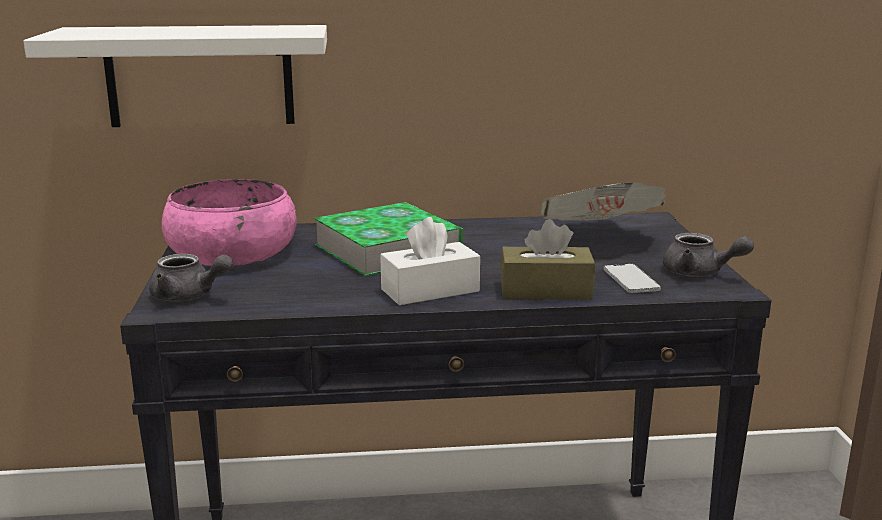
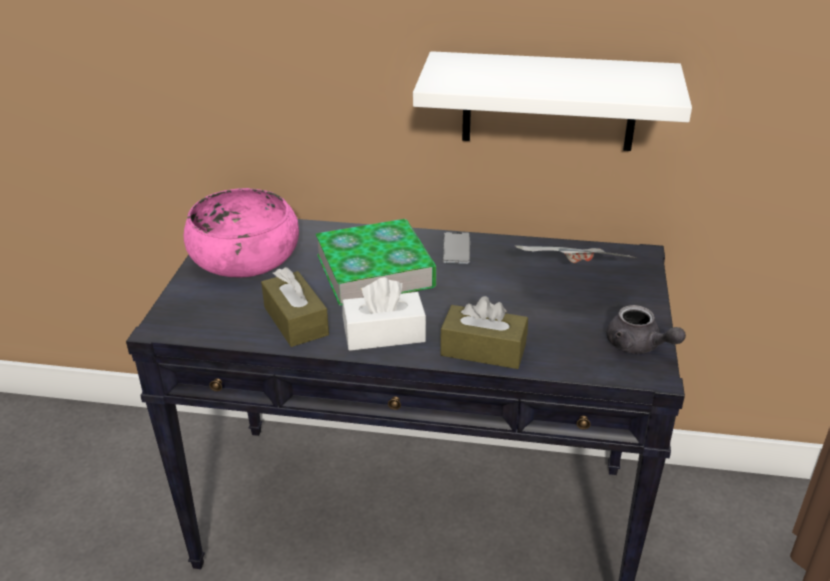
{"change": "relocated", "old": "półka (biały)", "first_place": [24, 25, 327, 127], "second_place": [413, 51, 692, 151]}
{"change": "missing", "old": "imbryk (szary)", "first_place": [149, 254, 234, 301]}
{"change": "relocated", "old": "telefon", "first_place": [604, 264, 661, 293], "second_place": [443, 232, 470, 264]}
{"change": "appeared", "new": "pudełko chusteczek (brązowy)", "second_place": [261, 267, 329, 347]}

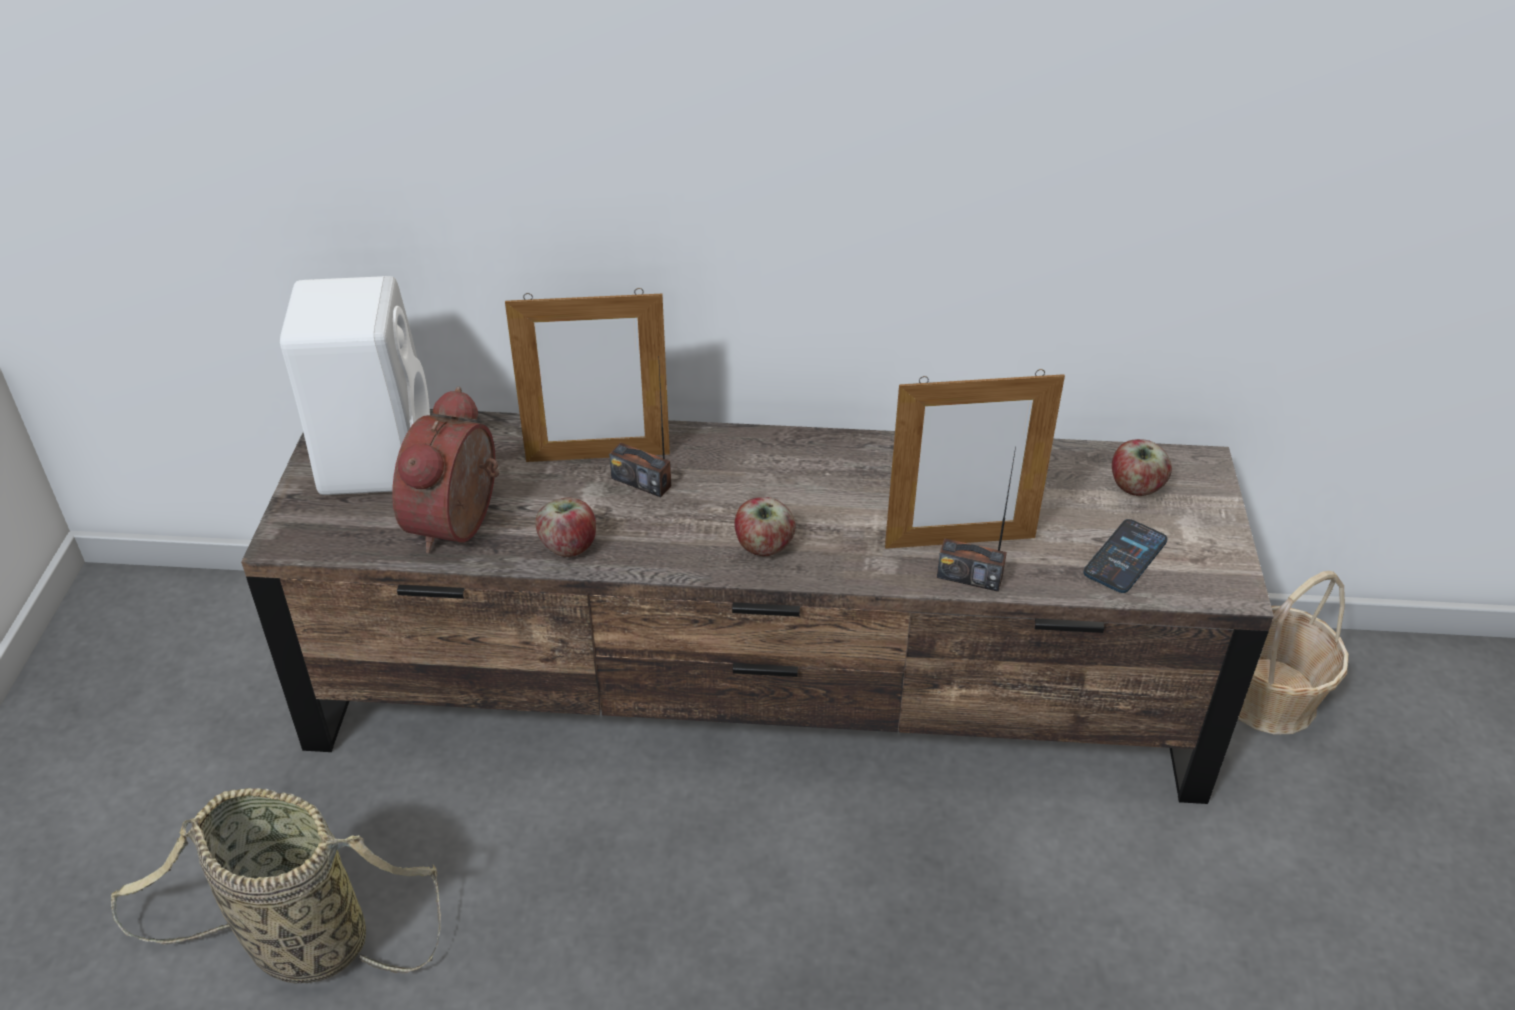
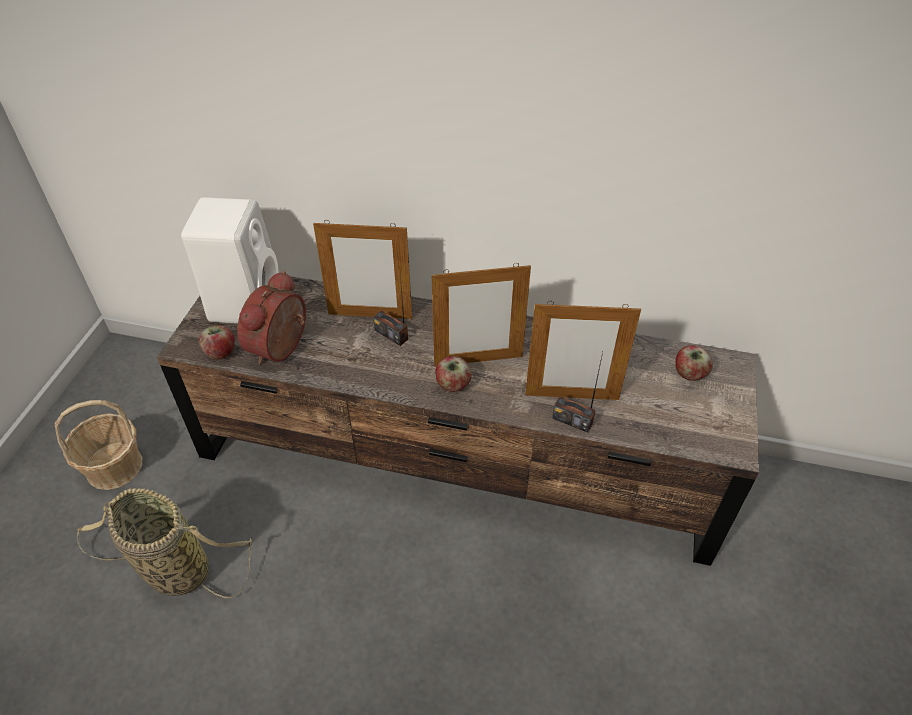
{"change": "relocated", "old": "jabłko", "first_place": [535, 498, 596, 557], "second_place": [199, 325, 235, 359]}
{"change": "missing", "old": "telefon", "first_place": [1083, 519, 1168, 593]}
{"change": "relocated", "old": "koszyk", "first_place": [1238, 571, 1349, 735], "second_place": [55, 400, 142, 490]}
{"change": "appeared", "new": "ramka na zdjęcie", "second_place": [432, 263, 531, 366]}

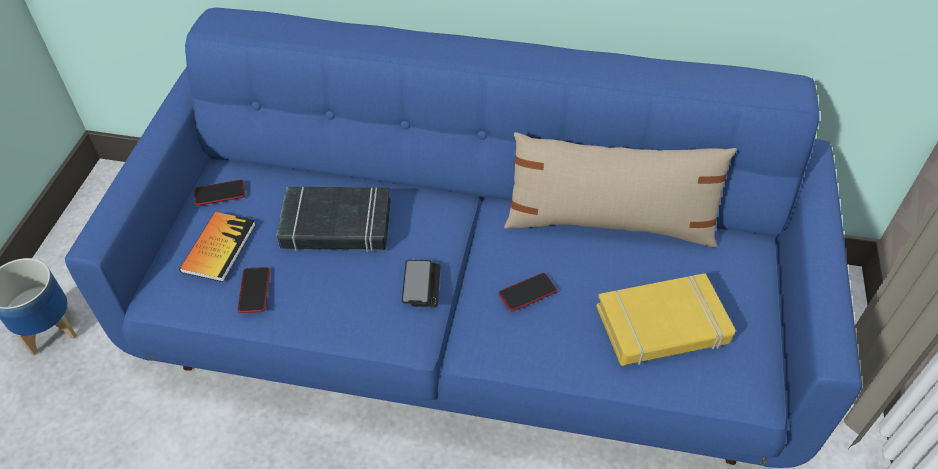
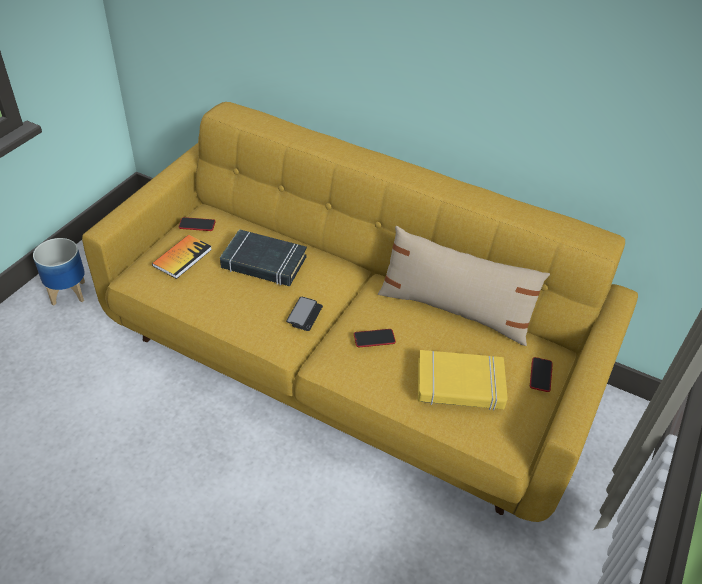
{"change": "colour", "old": "kanapa (niebieski)", "new": "kanapa (żółty)", "first_place": [65, 7, 862, 468], "second_place": [82, 102, 638, 522]}
{"change": "relocated", "old": "telefon", "first_place": [237, 267, 270, 313], "second_place": [530, 357, 553, 392]}

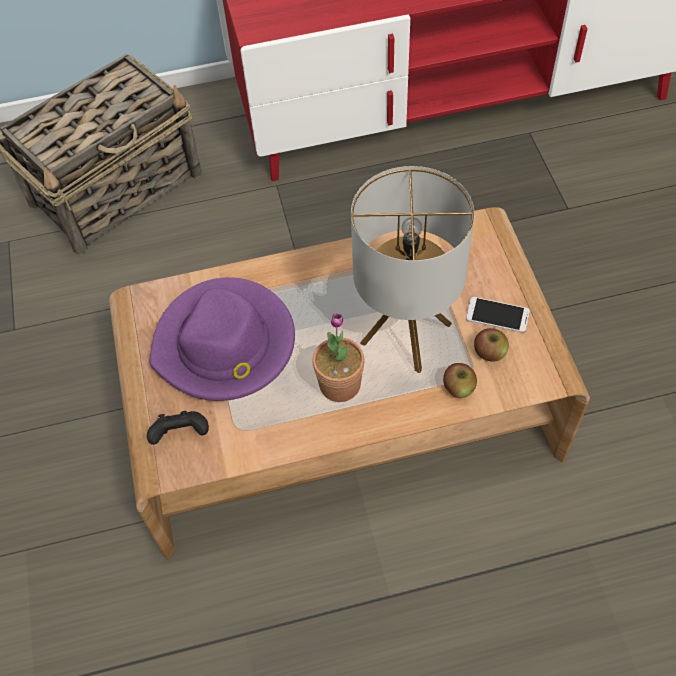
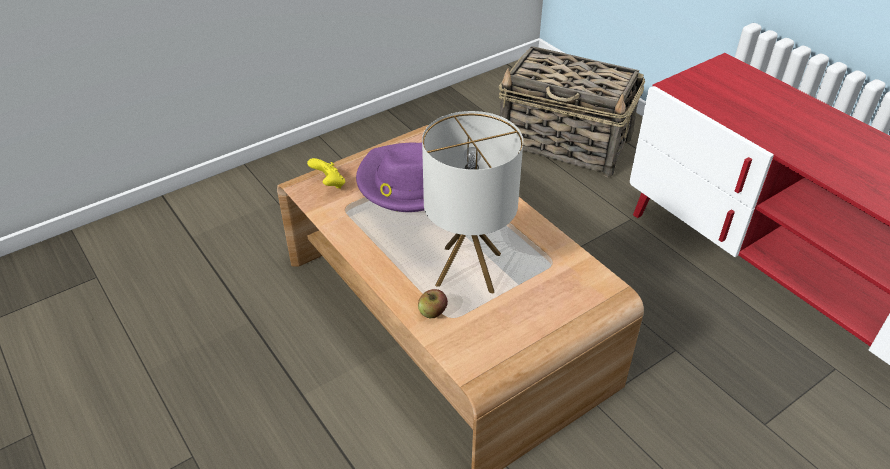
{"change": "colour", "old": "pad do gier (czarny)", "new": "pad do gier (żółty)", "first_place": [147, 411, 209, 445], "second_place": [307, 158, 345, 189]}
{"change": "missing", "old": "roślina doniczkowa", "first_place": [312, 313, 365, 402]}
{"change": "missing", "old": "telefon", "first_place": [466, 297, 530, 333]}
{"change": "missing", "old": "jabłko", "first_place": [474, 328, 509, 362]}

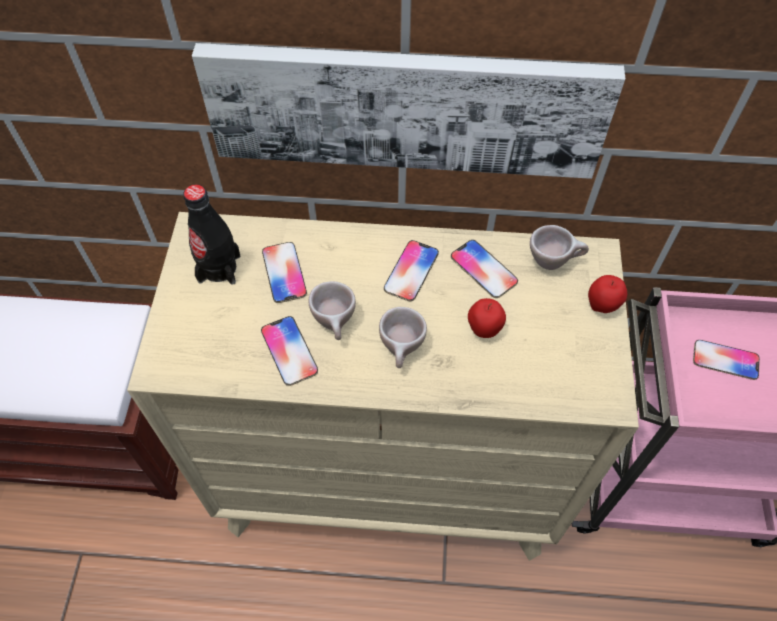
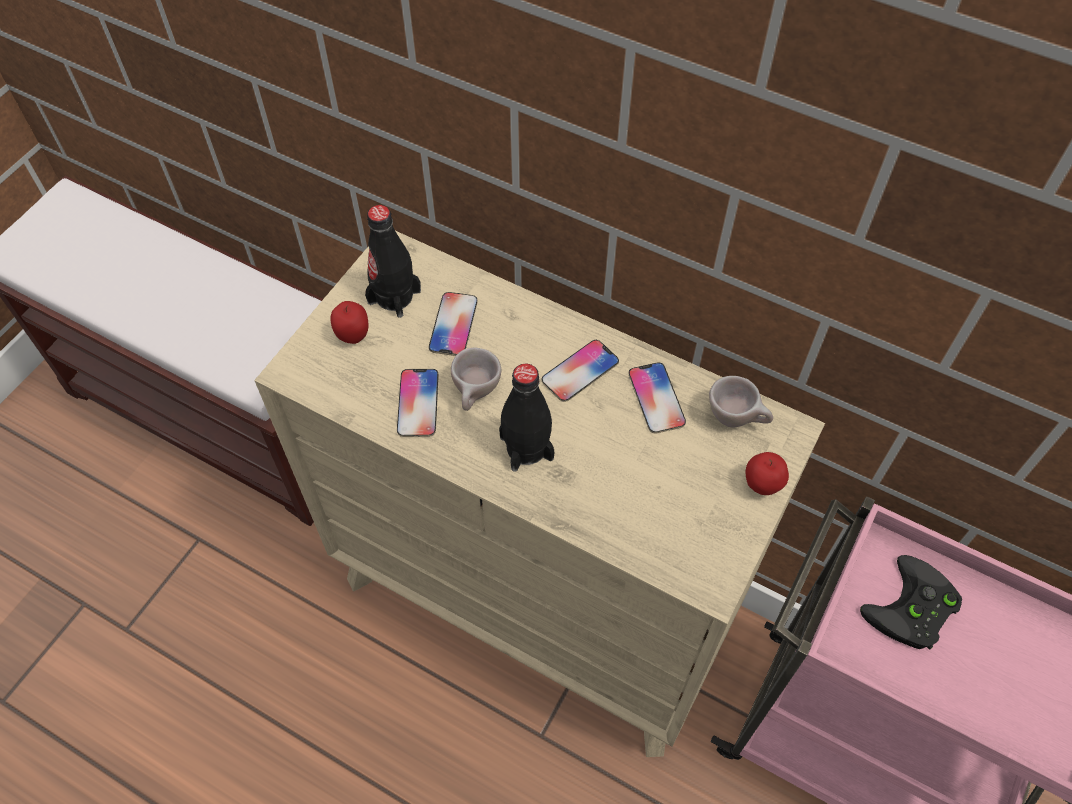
{"change": "missing", "old": "obraz", "first_place": [192, 43, 626, 179]}
{"change": "exchanged", "old": "filiżanka (beżowy)", "new": "butelka (czarny)", "first_place": [379, 307, 427, 368], "second_place": [499, 363, 555, 472]}
{"change": "relocated", "old": "jabłko", "first_place": [468, 298, 506, 338], "second_place": [330, 301, 369, 344]}
{"change": "exchanged", "old": "telefon", "new": "pad do gier (czarny)", "first_place": [693, 340, 760, 380], "second_place": [860, 555, 962, 650]}

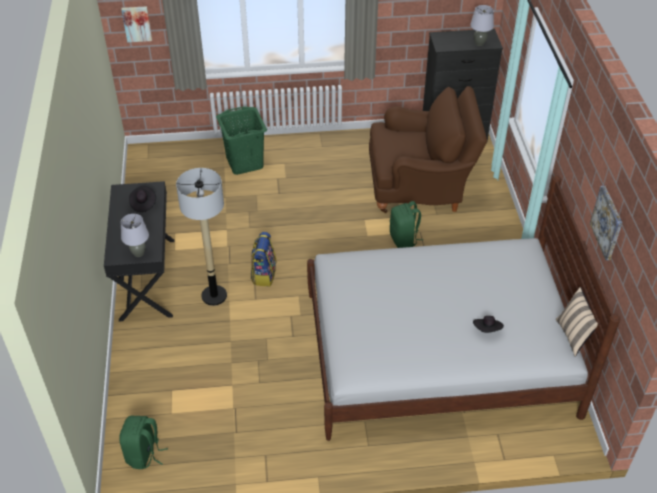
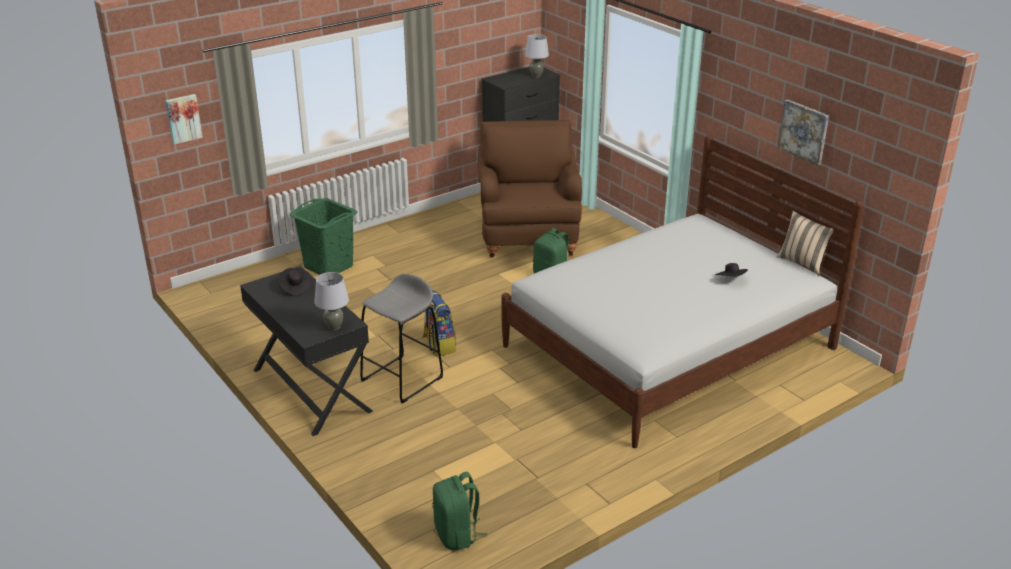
{"change": "exchanged", "old": "lampa stojąca", "new": "stołek (szary)", "first_place": [176, 168, 227, 306], "second_place": [360, 274, 443, 404]}
{"change": "spun", "old": "fotel (brązowy)", "first_place": [369, 86, 487, 213], "second_place": [478, 120, 582, 257], "degrees": -60}

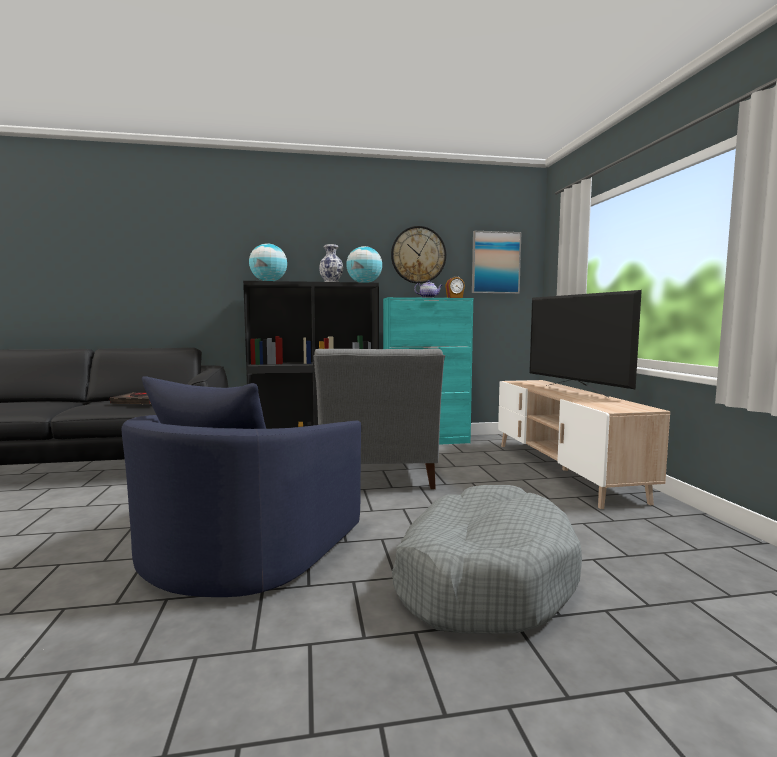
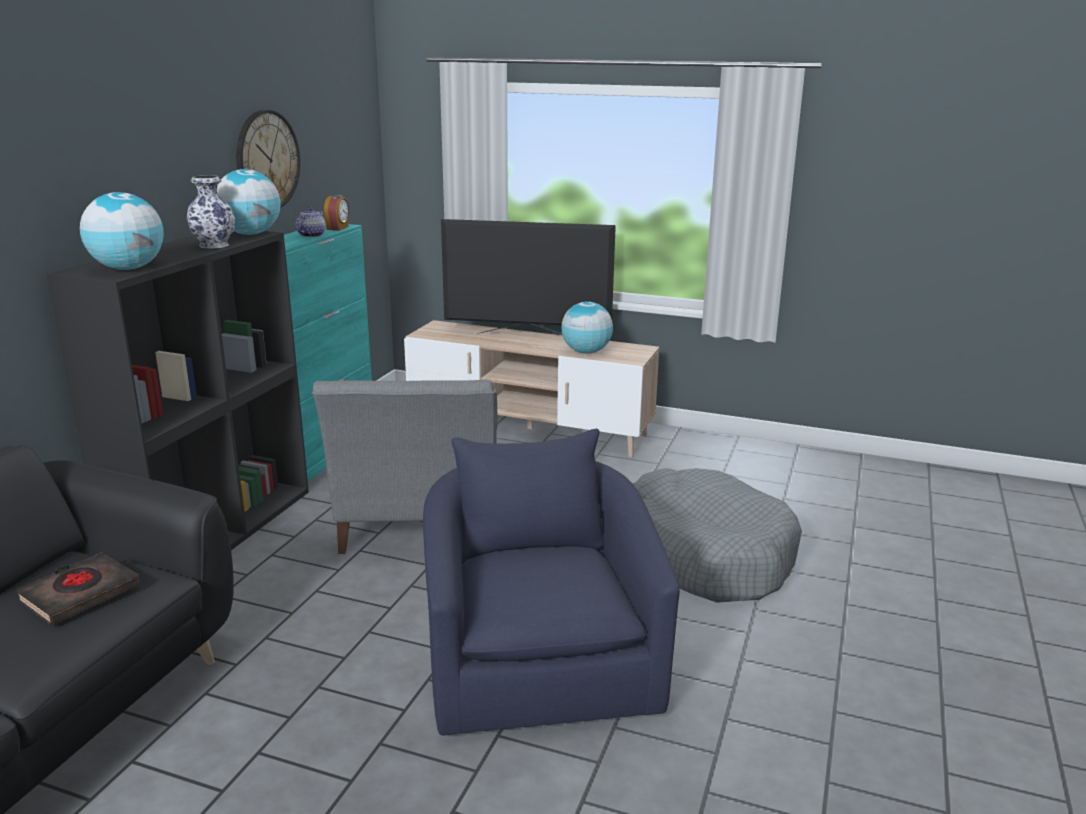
{"change": "spun", "old": "fotel (niebieski)", "first_place": [121, 376, 361, 597], "second_place": [423, 429, 680, 735], "degrees": -150}
{"change": "spun", "old": "fotel (szary)", "first_place": [313, 349, 445, 489], "second_place": [311, 380, 497, 554], "degrees": 60}
{"change": "missing", "old": "obraz", "first_place": [472, 231, 522, 294]}
{"change": "appeared", "new": "globus", "second_place": [561, 302, 613, 354]}

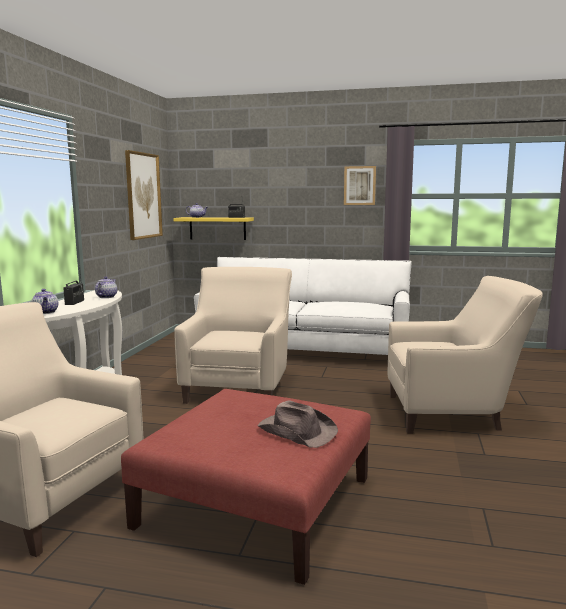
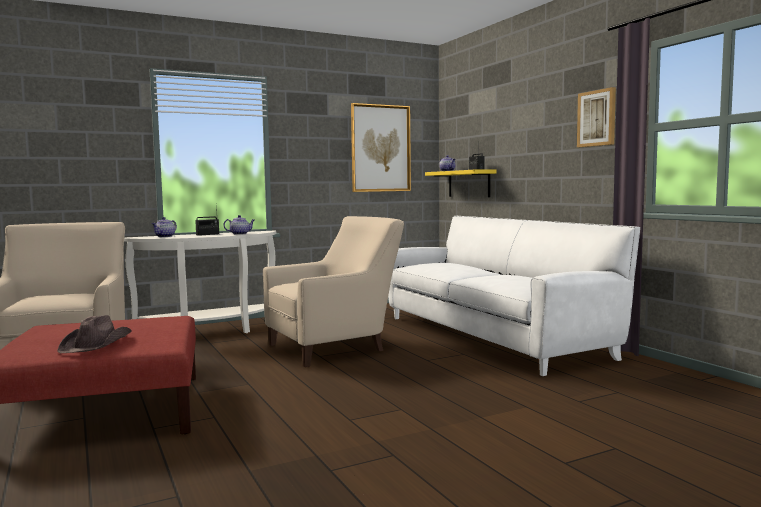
{"change": "missing", "old": "fotel (beżowy)", "first_place": [387, 276, 543, 434]}

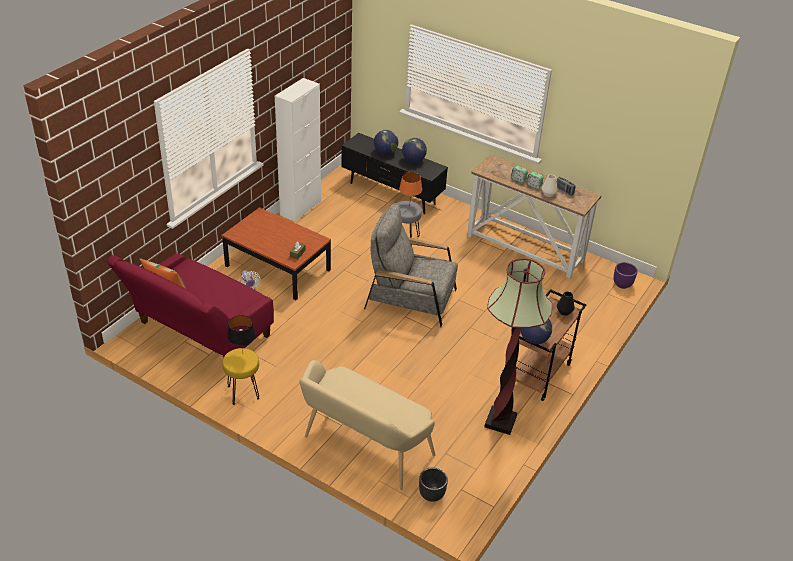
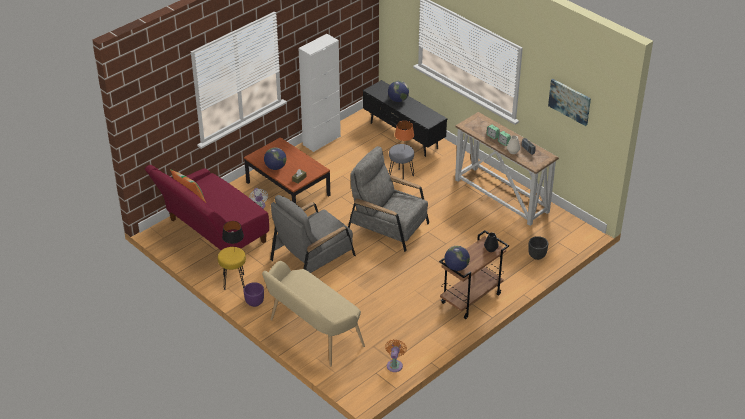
{"change": "relocated", "old": "globus", "first_place": [402, 138, 427, 163], "second_place": [264, 148, 286, 170]}
{"change": "relocated", "old": "donica (czarny)", "first_place": [419, 467, 448, 502], "second_place": [528, 236, 548, 260]}
{"change": "missing", "old": "lampa stojąca", "first_place": [484, 258, 553, 435]}
{"change": "relocated", "old": "donica (fioletowy)", "first_place": [614, 262, 638, 289], "second_place": [243, 282, 264, 307]}
{"change": "appeared", "new": "fotel (szary)", "second_place": [270, 195, 356, 273]}
{"change": "appeared", "new": "wentylator (pomarańczowy)", "second_place": [385, 339, 407, 372]}
{"change": "appeared", "new": "obraz", "second_place": [548, 79, 591, 126]}

